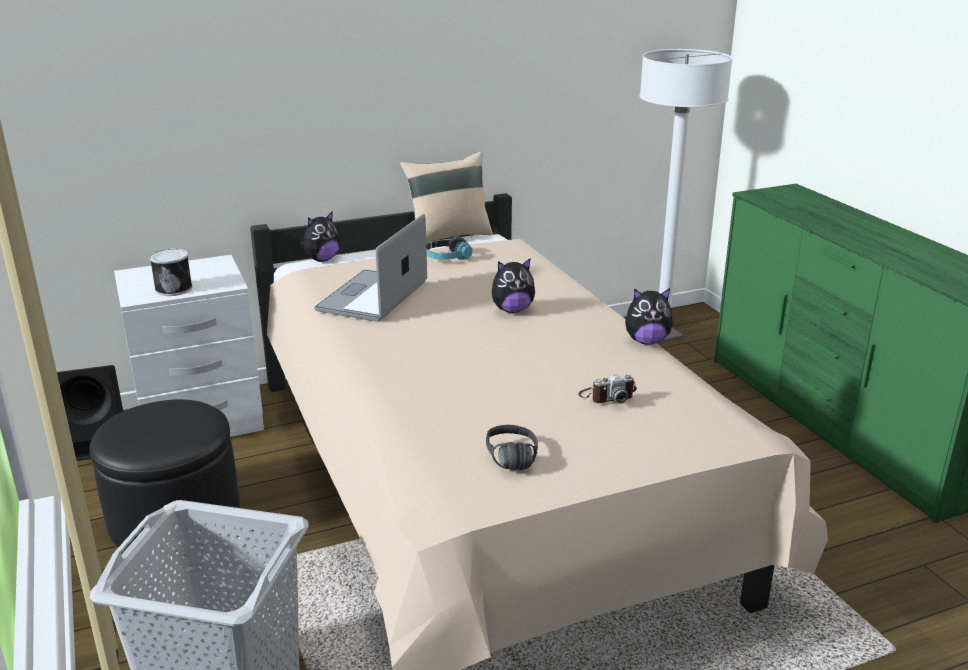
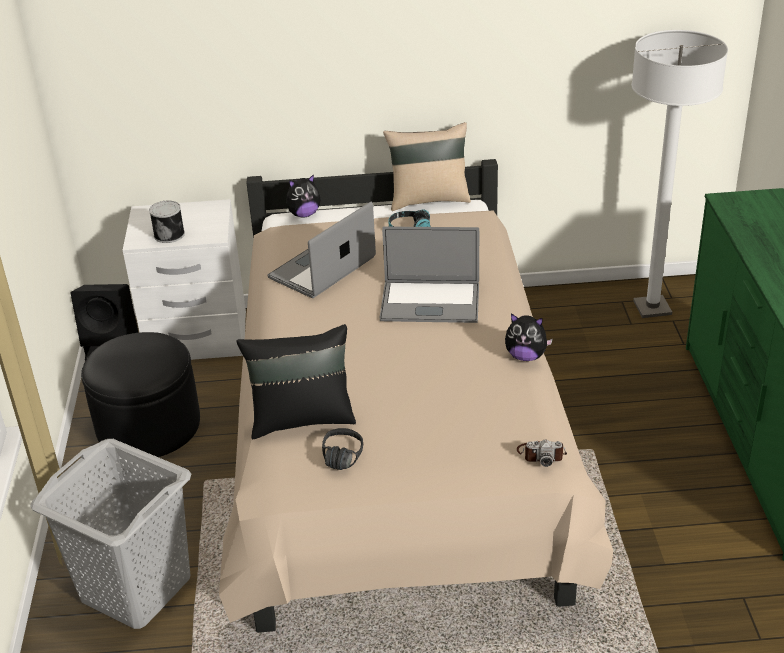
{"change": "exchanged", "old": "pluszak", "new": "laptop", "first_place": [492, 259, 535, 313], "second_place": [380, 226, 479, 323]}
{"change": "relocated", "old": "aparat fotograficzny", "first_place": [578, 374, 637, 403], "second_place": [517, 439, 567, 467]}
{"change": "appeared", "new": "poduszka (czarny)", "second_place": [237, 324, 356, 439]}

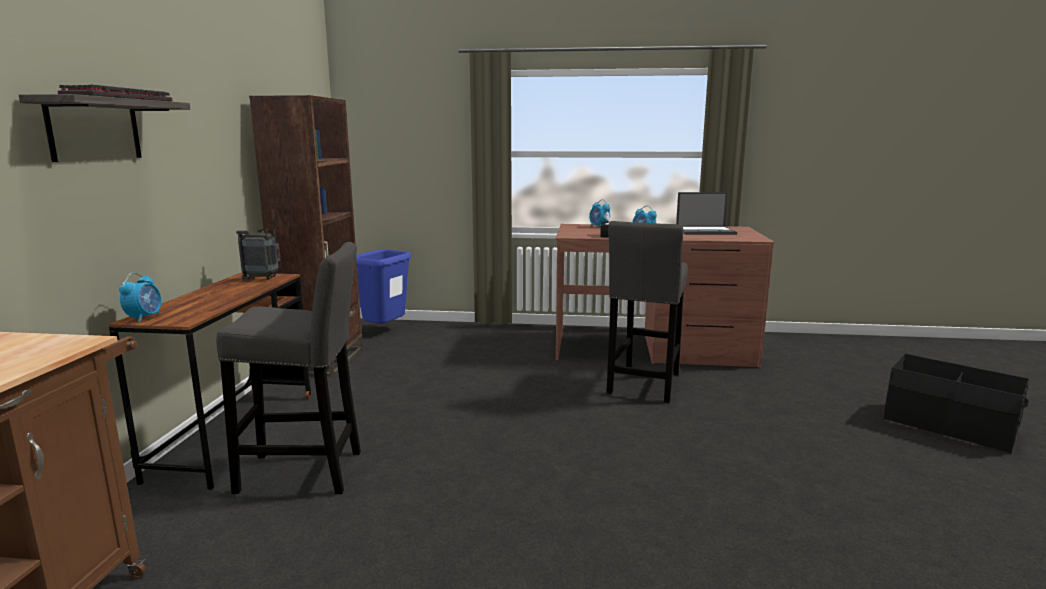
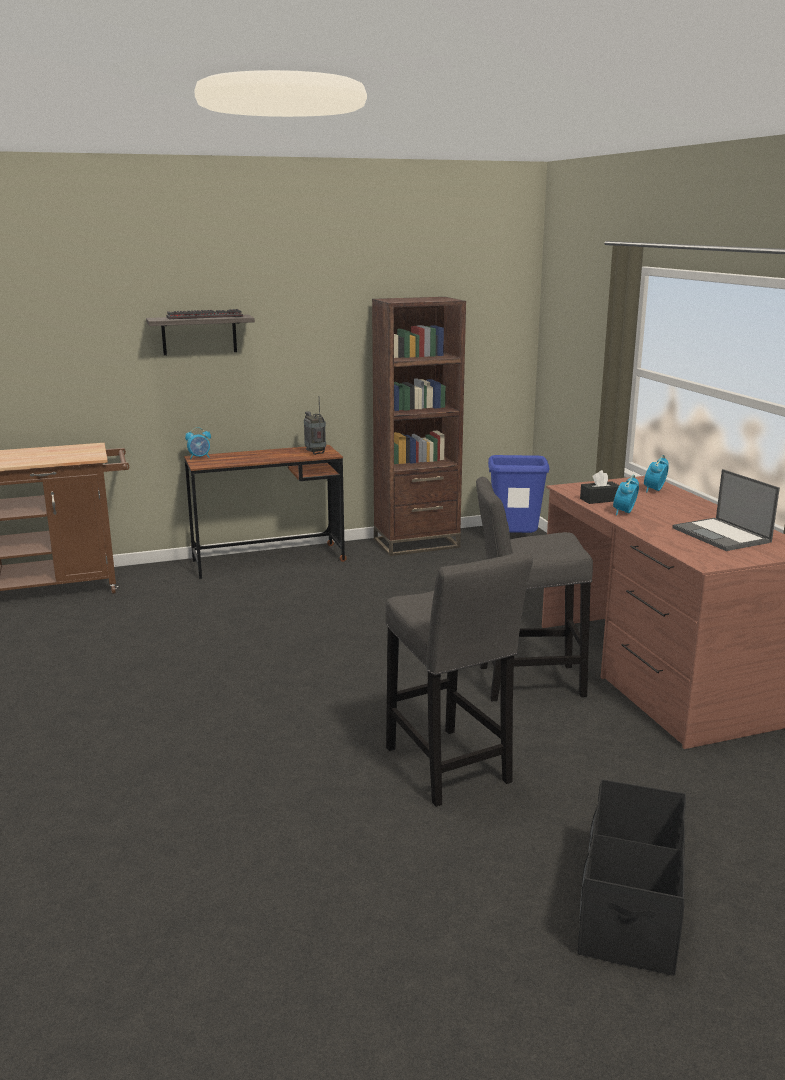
{"change": "relocated", "old": "stołek (szary)", "first_place": [216, 242, 361, 494], "second_place": [385, 551, 533, 807]}

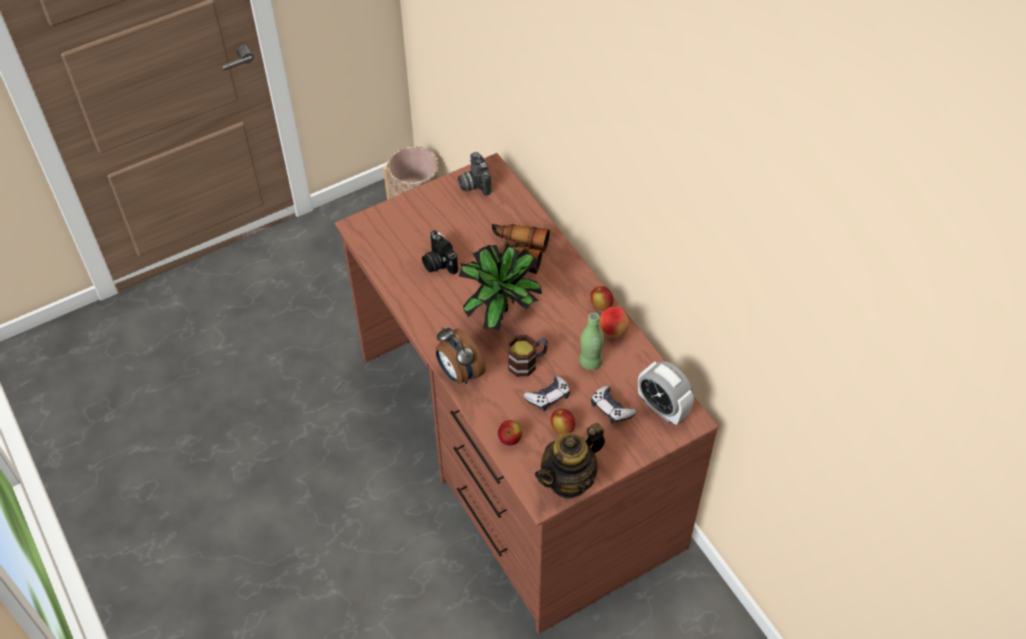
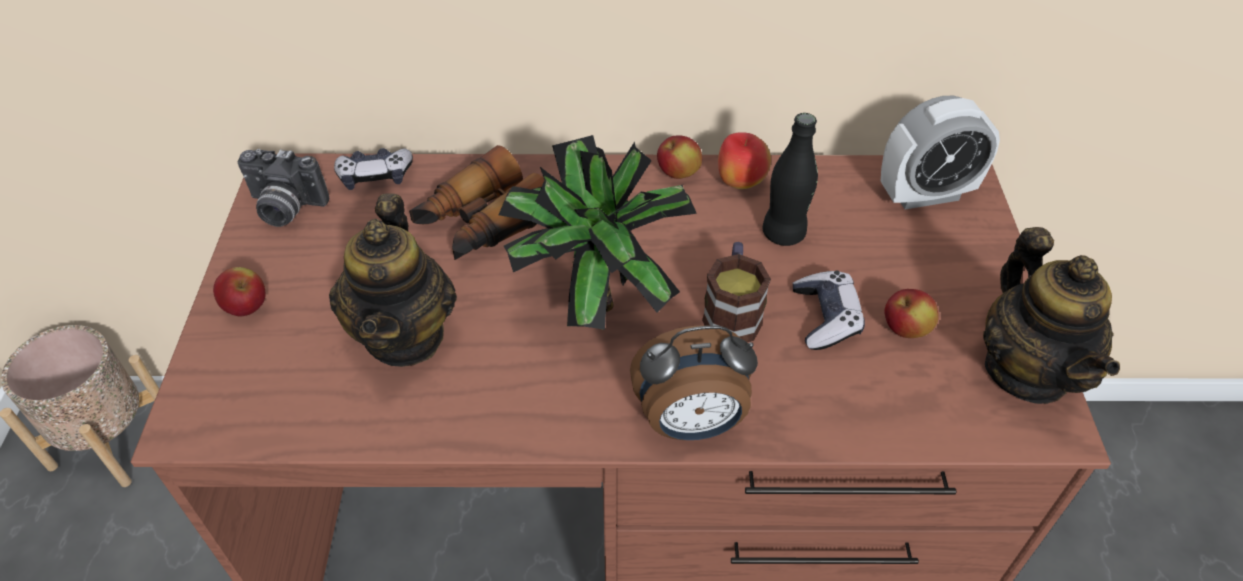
{"change": "exchanged", "old": "aparat fotograficzny", "new": "imbryk", "first_place": [422, 230, 458, 274], "second_place": [329, 193, 457, 367]}
{"change": "relocated", "old": "jabłko", "first_place": [498, 420, 522, 445], "second_place": [213, 267, 265, 317]}
{"change": "colour", "old": "butelka (zielony)", "new": "butelka (czarny)", "first_place": [579, 312, 604, 370], "second_place": [762, 113, 818, 246]}
{"change": "relocated", "old": "pad do gier", "first_place": [591, 386, 636, 424], "second_place": [334, 148, 413, 190]}

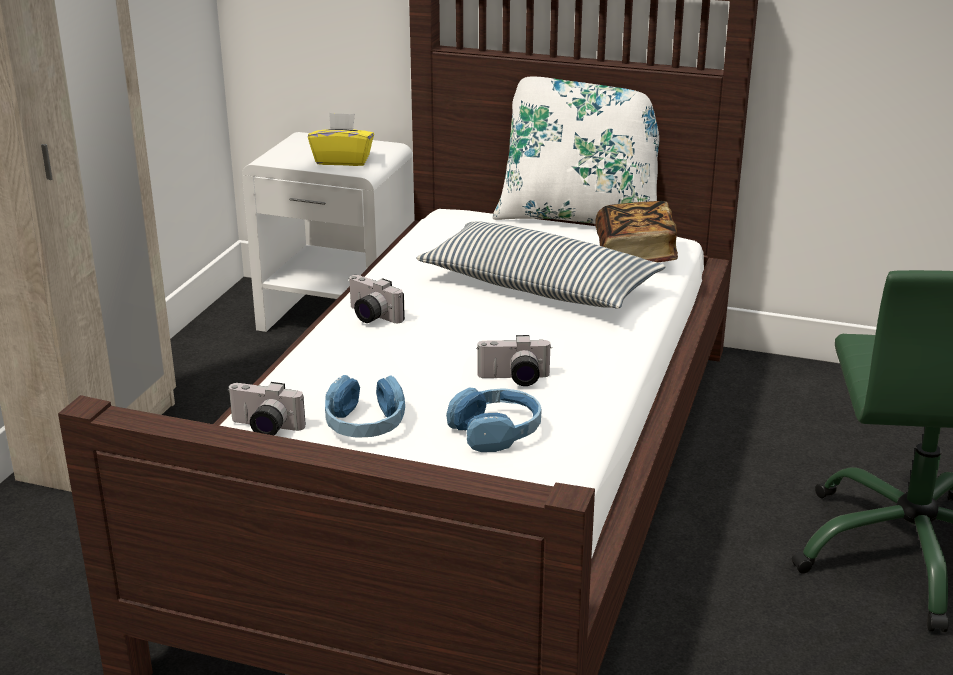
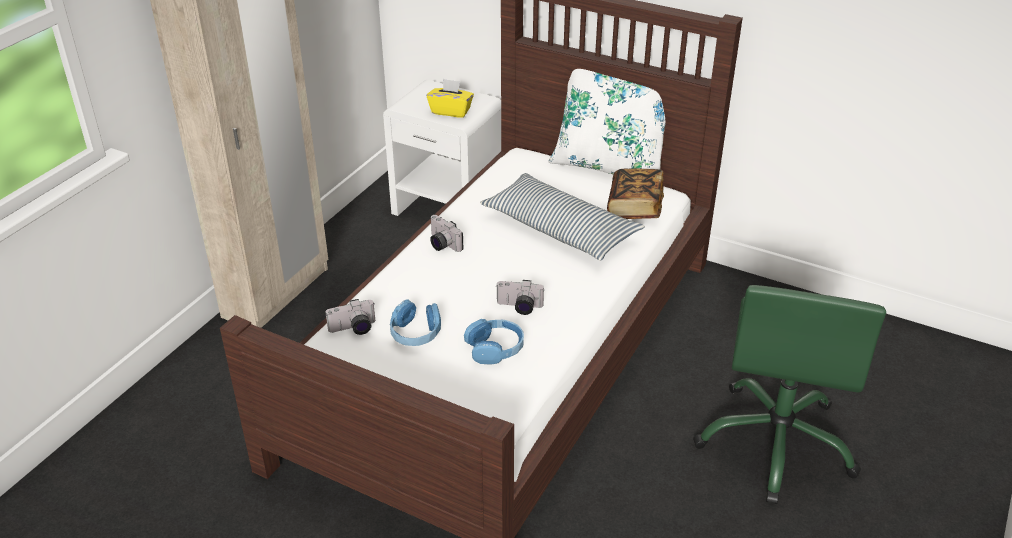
{"change": "spun", "old": "aparat fotograficzny", "first_place": [227, 382, 306, 435], "second_place": [325, 299, 375, 335], "degrees": -45}

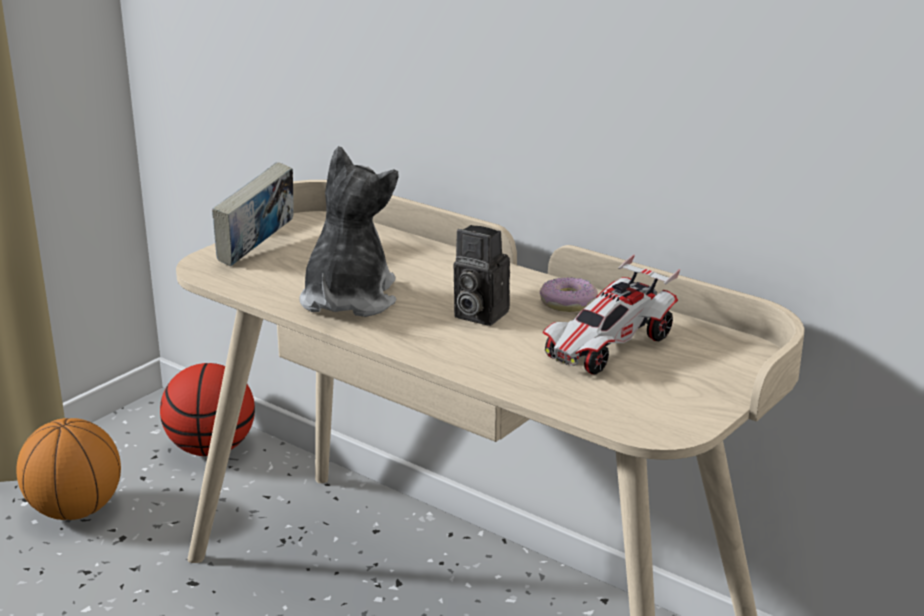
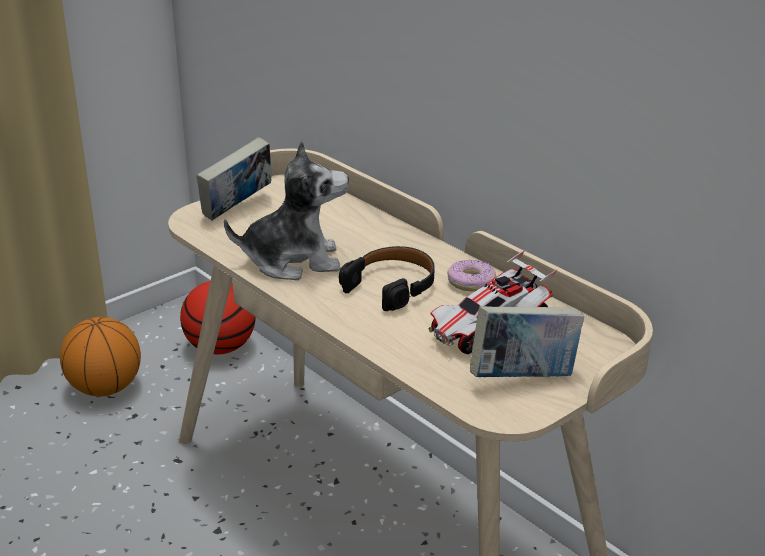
{"change": "spun", "old": "pluszak", "first_place": [299, 146, 399, 317], "second_place": [224, 140, 349, 280], "degrees": 60}
{"change": "exchanged", "old": "aparat fotograficzny", "new": "słuchawki (czarny)", "first_place": [454, 225, 510, 326], "second_place": [339, 246, 435, 311]}
{"change": "appeared", "new": "książka", "second_place": [470, 306, 584, 377]}

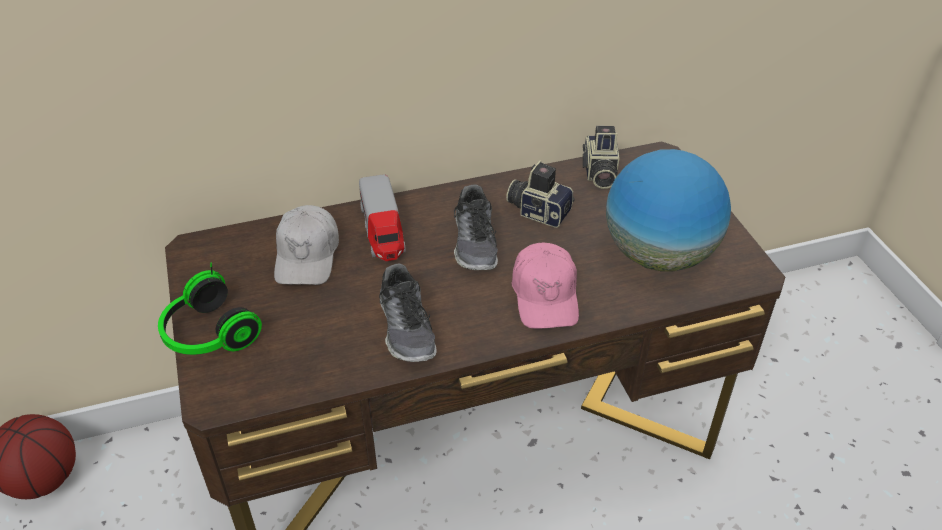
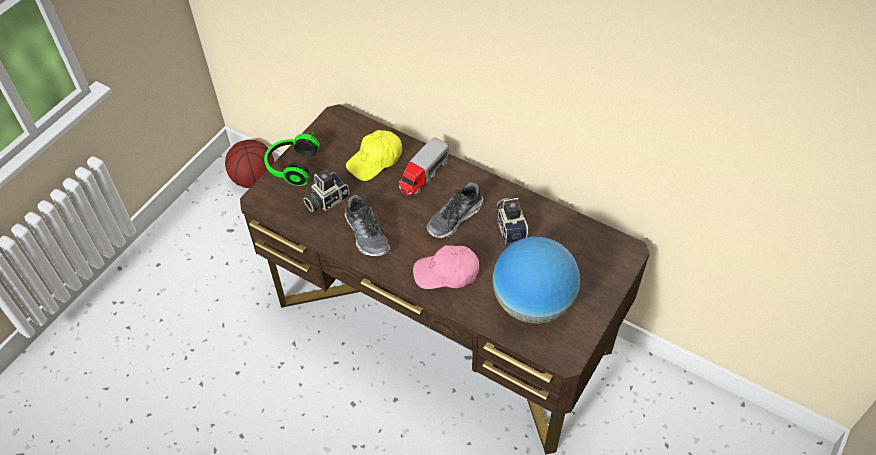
{"change": "colour", "old": "czapka z daszkiem (biały)", "new": "czapka z daszkiem (żółty)", "first_place": [274, 205, 339, 285], "second_place": [346, 130, 402, 181]}
{"change": "spun", "old": "but", "first_place": [379, 263, 437, 362], "second_place": [344, 195, 390, 256], "degrees": -60}
{"change": "spun", "old": "czapka z daszkiem (różowy)", "first_place": [511, 242, 579, 329], "second_place": [413, 245, 479, 289], "degrees": 45}
{"change": "relocated", "old": "aparat fotograficzny", "first_place": [583, 126, 620, 189], "second_place": [303, 170, 349, 212]}

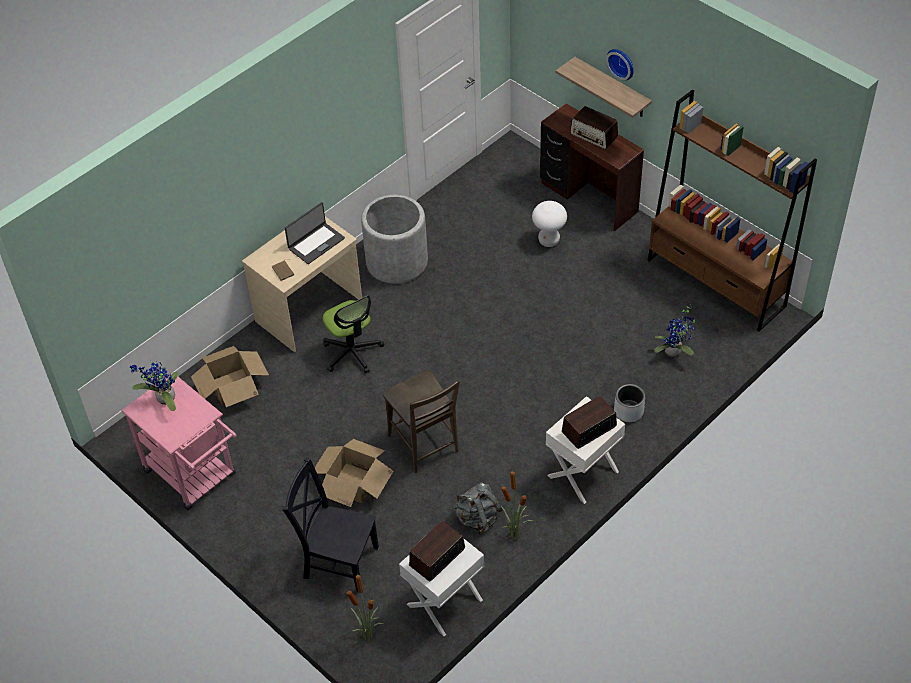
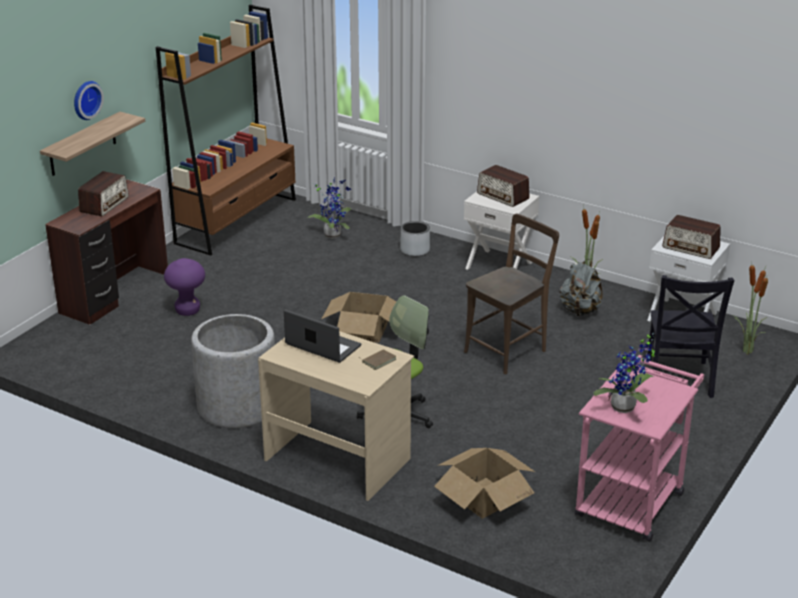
{"change": "relocated", "old": "karton", "first_place": [315, 439, 393, 507], "second_place": [322, 292, 396, 343]}
{"change": "colour", "old": "stołek (biały)", "new": "stołek (fioletowy)", "first_place": [532, 201, 567, 247], "second_place": [164, 258, 205, 316]}

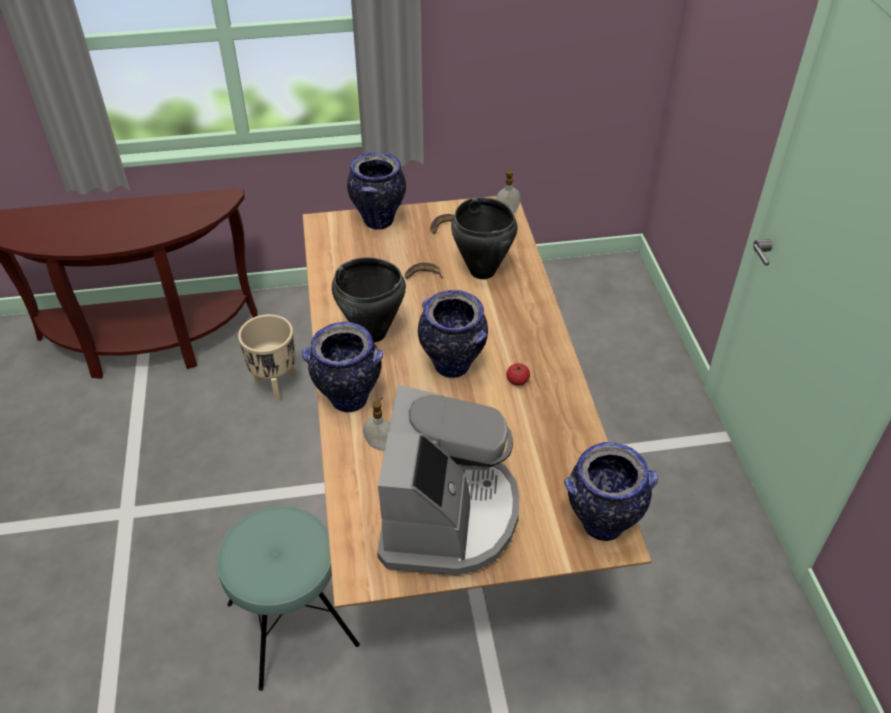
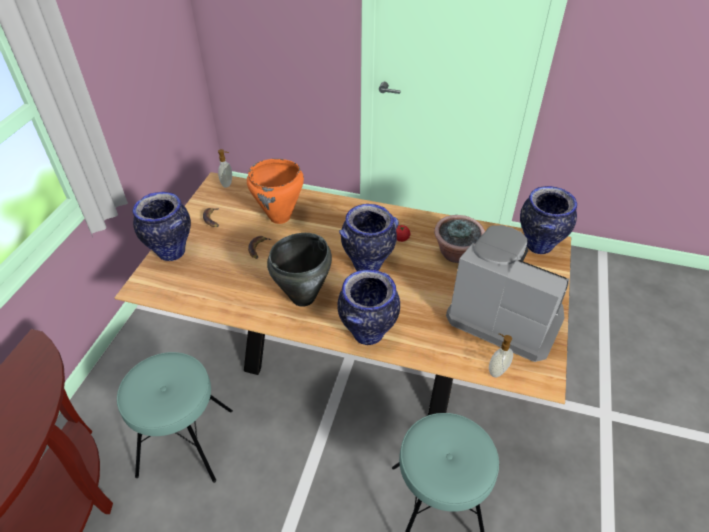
{"change": "exchanged", "old": "donica (beżowy)", "new": "stołek (turkusowy)", "first_place": [238, 314, 296, 401], "second_place": [117, 352, 233, 483]}
{"change": "relocated", "old": "dozownik mydła", "first_place": [363, 397, 390, 451], "second_place": [489, 333, 513, 377]}
{"change": "colour", "old": "garnek (czarny)", "new": "garnek (pomarańczowy)", "first_place": [451, 197, 517, 279], "second_place": [247, 159, 304, 224]}
{"change": "appeared", "new": "roślina doniczkowa", "second_place": [434, 215, 485, 263]}

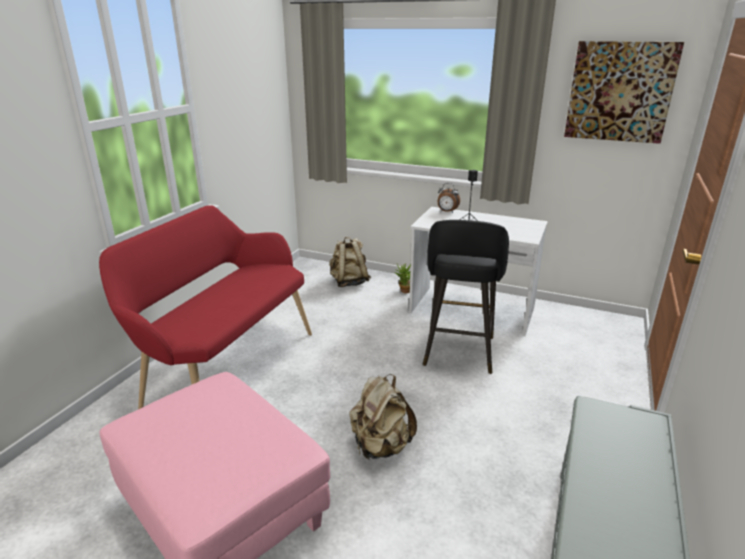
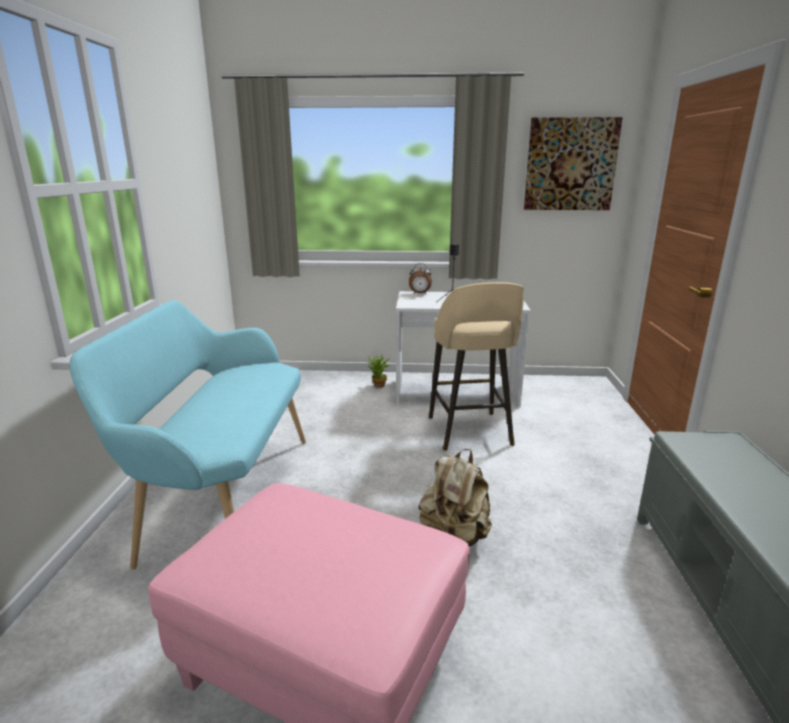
{"change": "colour", "old": "ławka (czerwony)", "new": "ławka (turkusowy)", "first_place": [99, 205, 312, 409], "second_place": [69, 300, 306, 570]}
{"change": "missing", "old": "plecak (beżowy)", "first_place": [329, 237, 371, 287]}
{"change": "colour", "old": "stołek (czarny)", "new": "stołek (beżowy)", "first_place": [423, 220, 509, 374], "second_place": [429, 282, 524, 451]}

